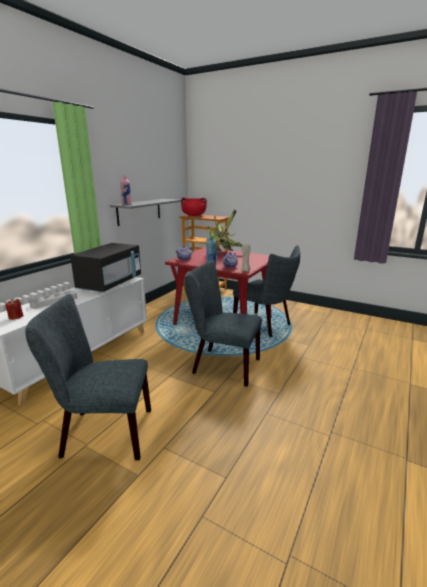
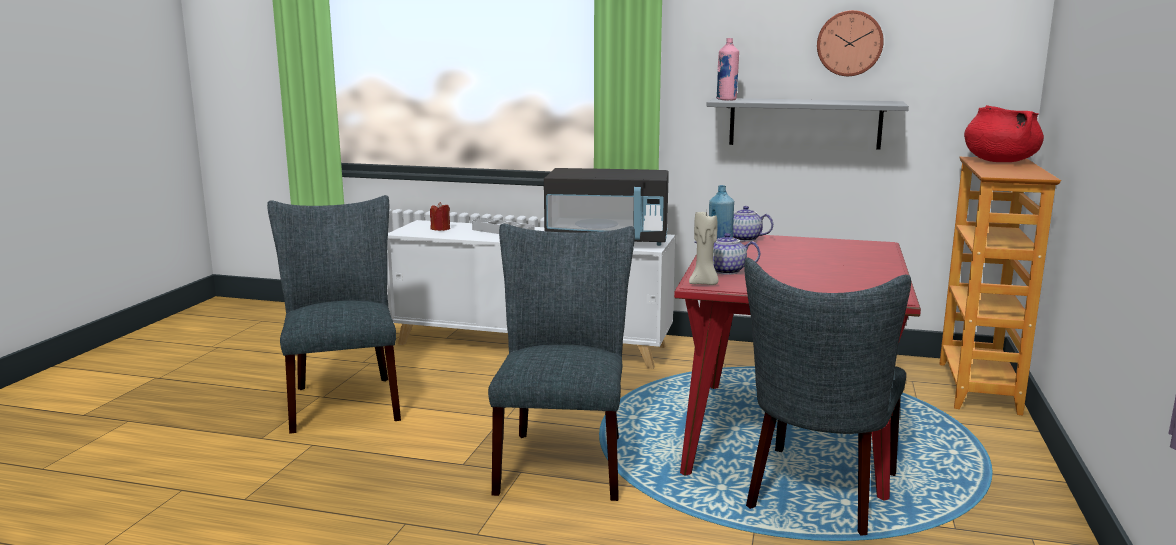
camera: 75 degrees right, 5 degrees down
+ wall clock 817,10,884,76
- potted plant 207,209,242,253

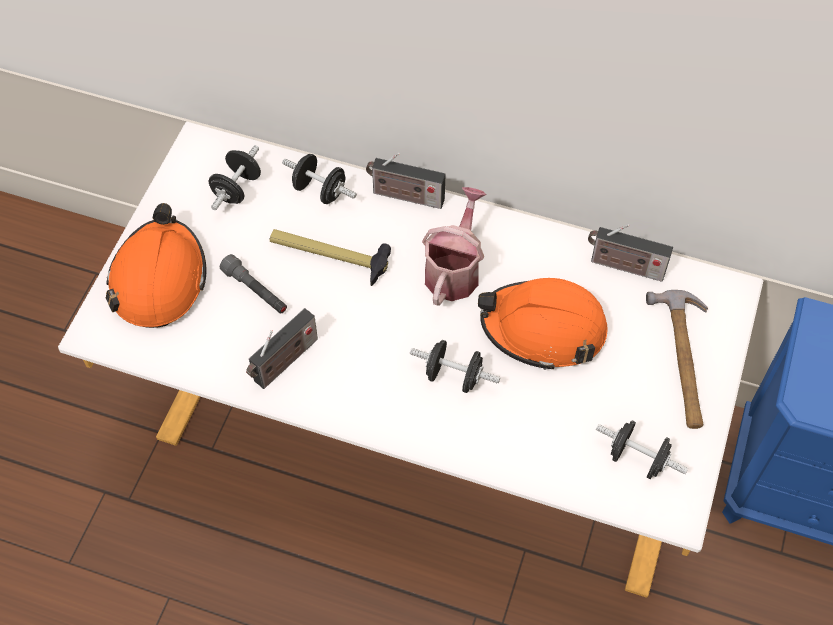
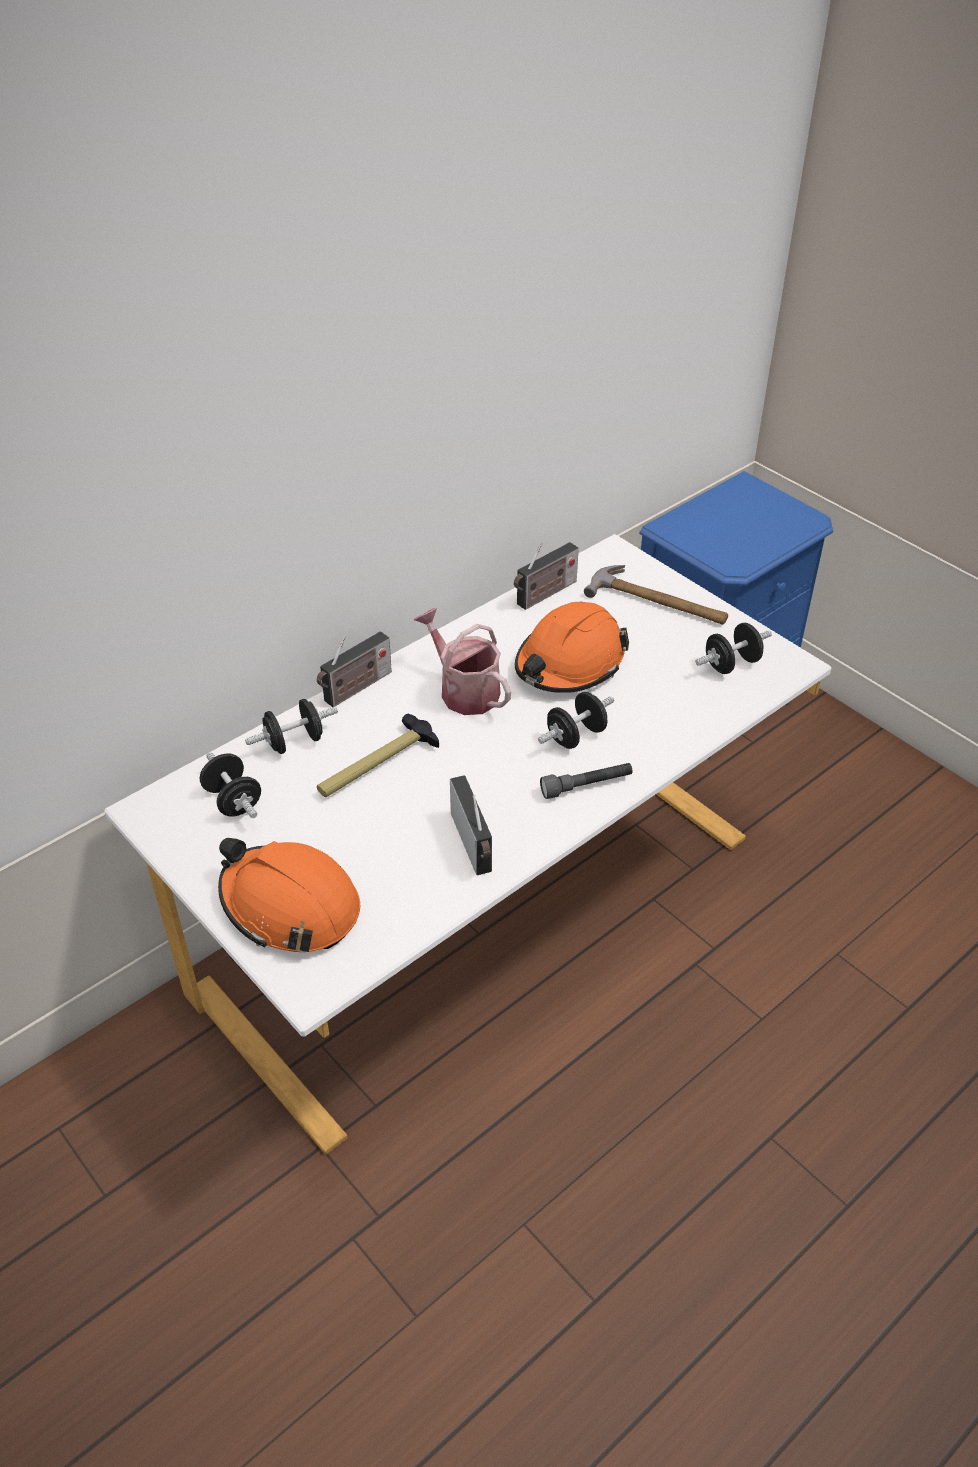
camera: 60 degrees left, 15 degrees down
~ flashlight (grey) 220,254,287,314 to 540,763,633,799

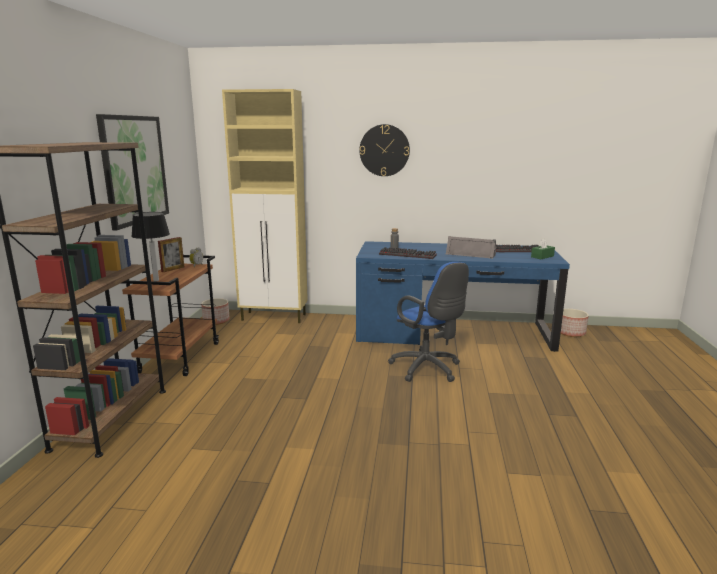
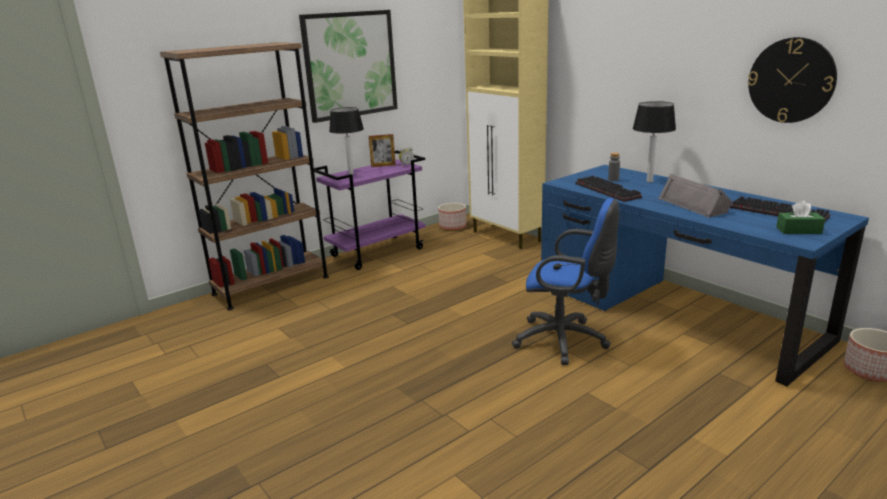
camera: 45 degrees right, 5 degrees up
~ cart (brown) 122,255,219,376 to cart (purple) 314,150,426,270
~ office chair (blue) 388,262,469,382 = 512,198,619,365 75 degrees counterclockwise
+ table lamp 633,101,676,182
~ wall clock 359,124,410,176 to 748,37,837,123

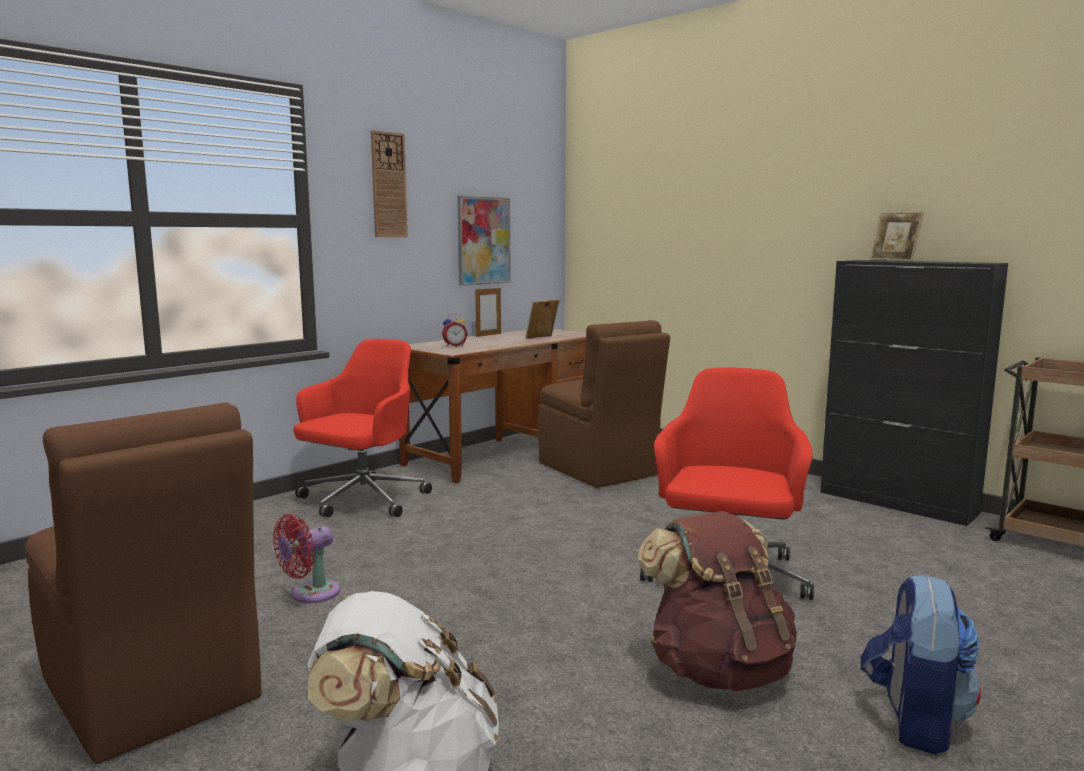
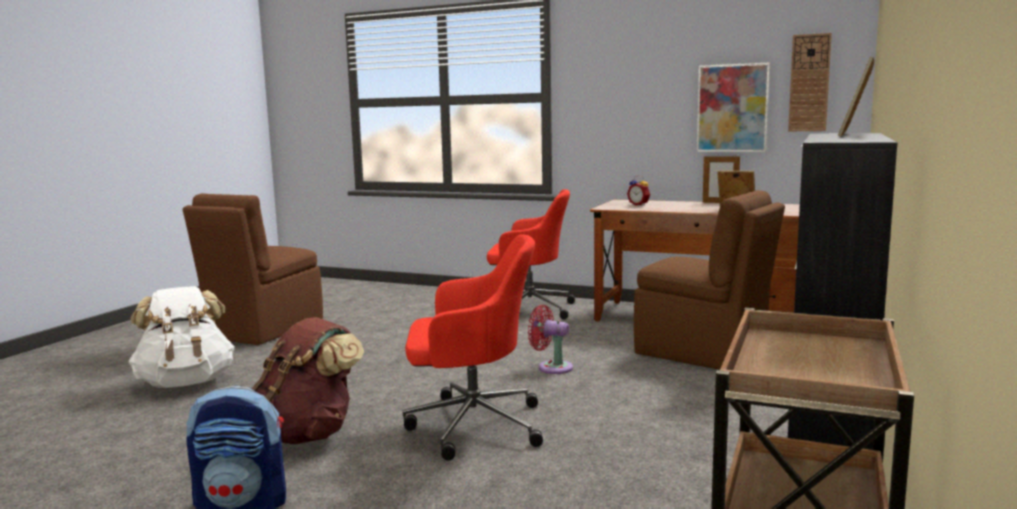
camera: 70 degrees right, 0 degrees up
~ fan (red) 273,514,340,603 to 528,305,573,374
~ chair (brown) 538,320,670,488 = 634,190,785,370 90 degrees counterclockwise
~ wall clock 371,130,408,237 to 788,33,832,131

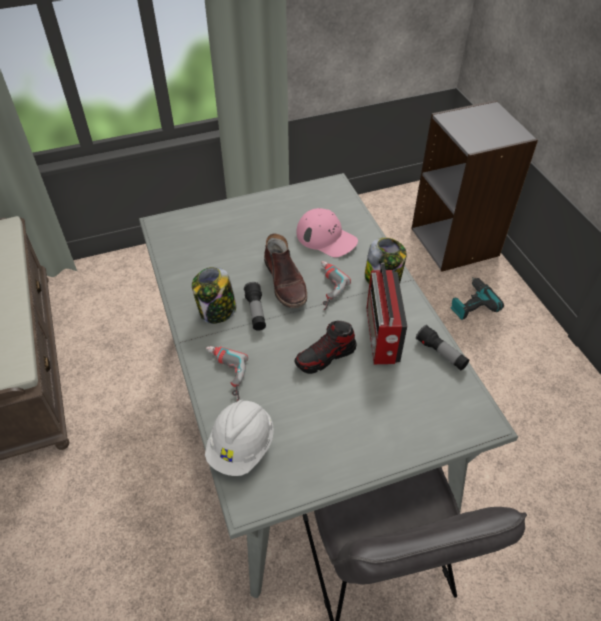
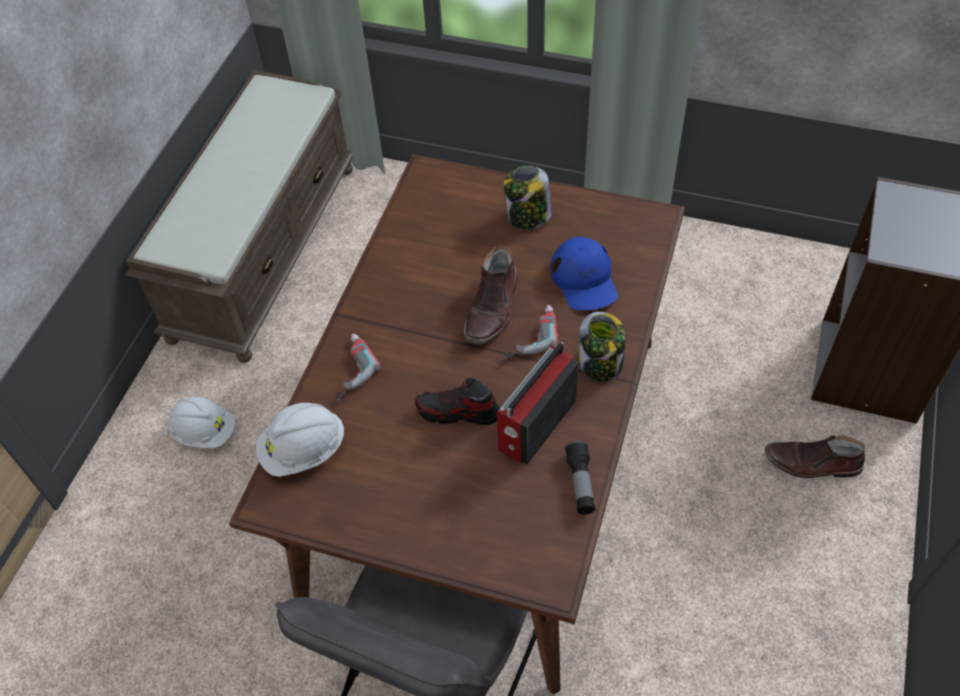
camera: 40 degrees right, 5 degrees up
+ hard hat (white) 168,397,235,448
~ dining table (grey) 139,173,518,598 to dining table (brown) 229,154,685,694
~ jar 192,267,236,324 to 504,165,551,230
~ cap (pink) 297,208,358,257 to cap (blue) 550,237,618,311
~ power drill 451,277,504,320 to boot (brown) 765,435,865,478
- flashlight 244,282,266,331

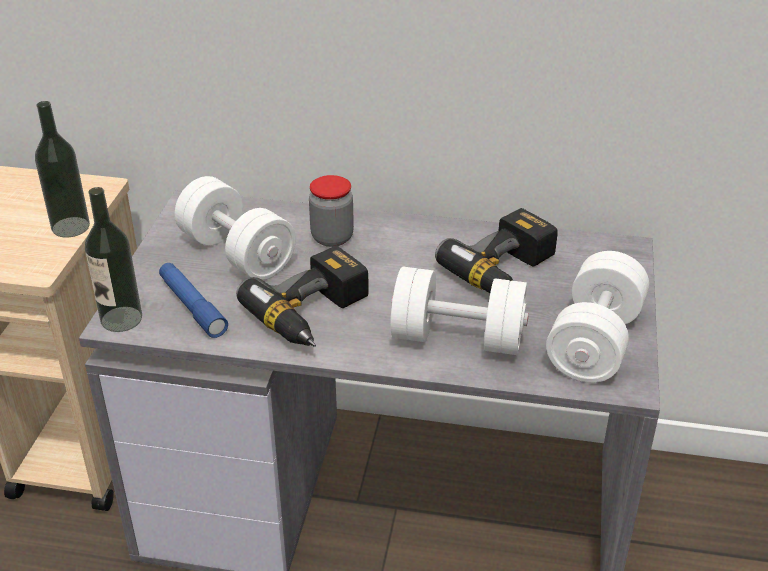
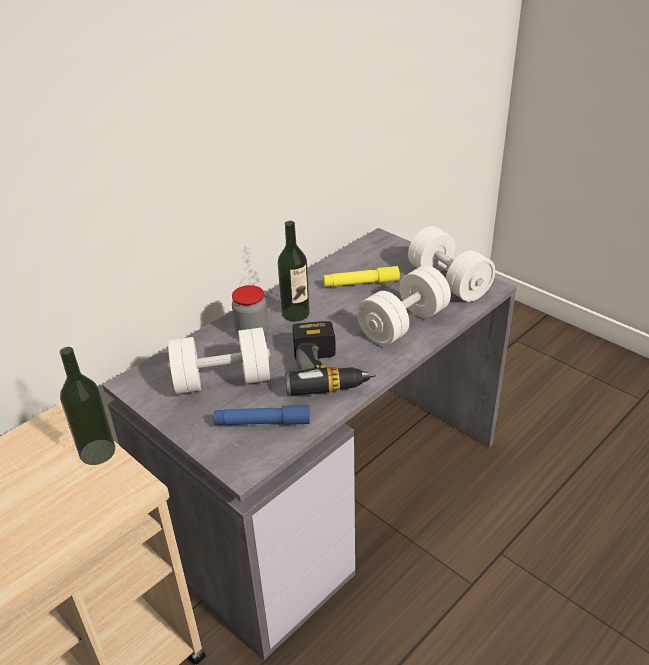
camera: 55 degrees left, 0 degrees up
~ bottle 85,187,142,332 to 278,221,310,322
~ power drill 435,208,558,293 to flashlight (yellow) 323,266,400,287

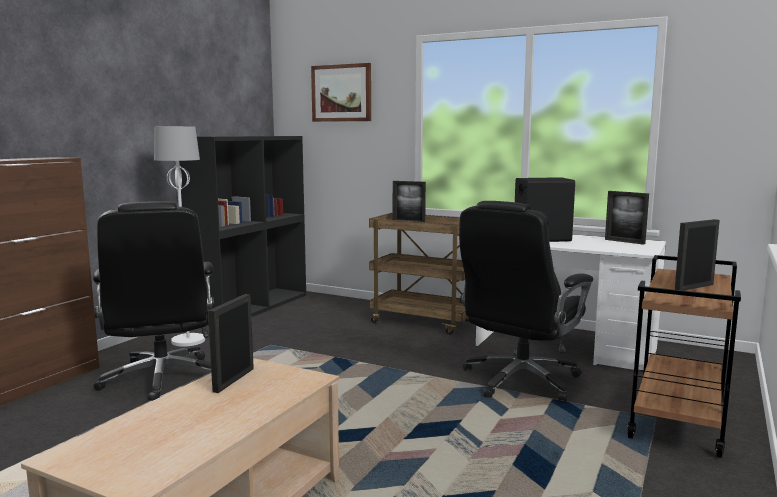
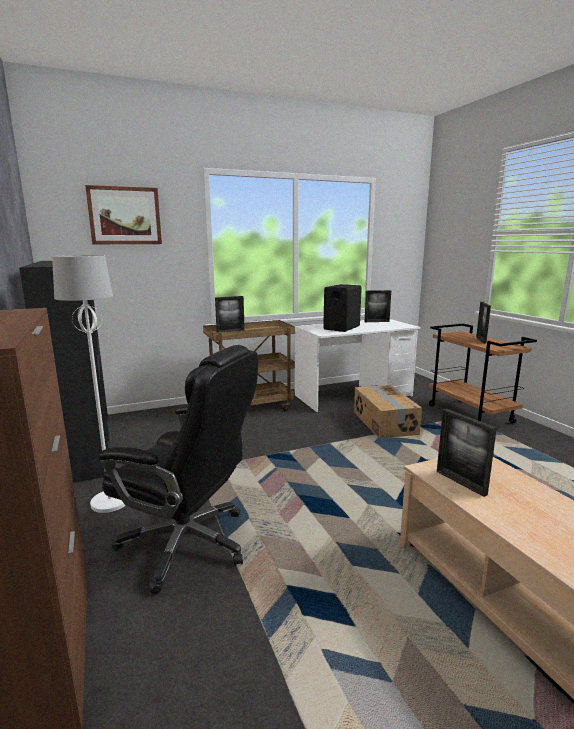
camera: 50 degrees left, 5 degrees up
~ office chair (black) 459,201,593,402 to cardboard box 354,385,422,438

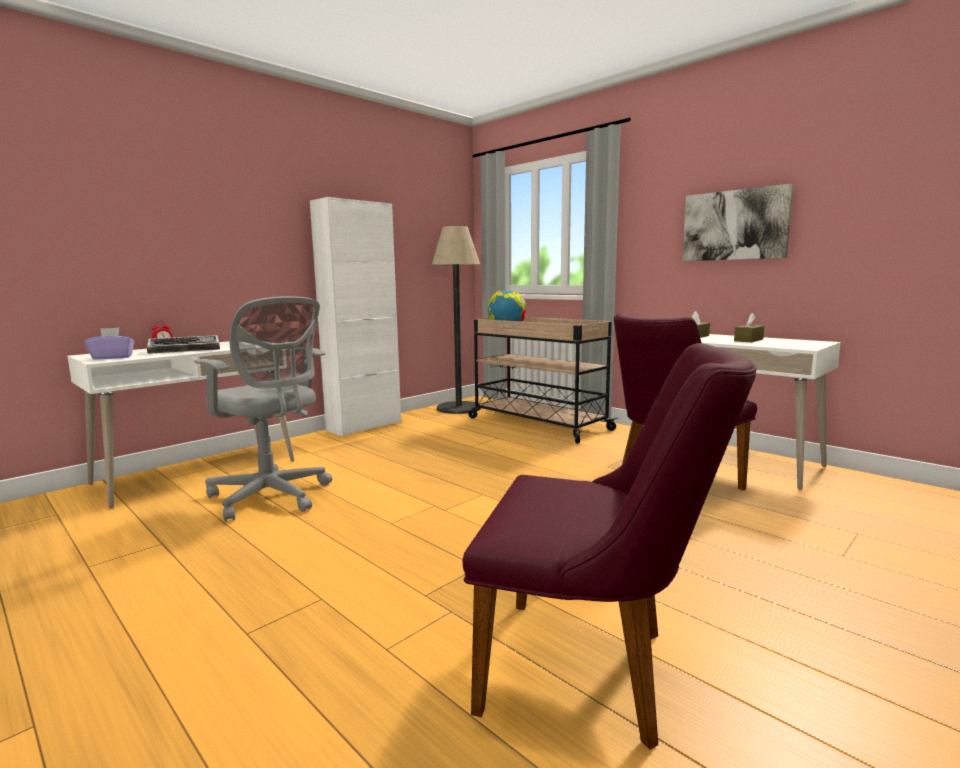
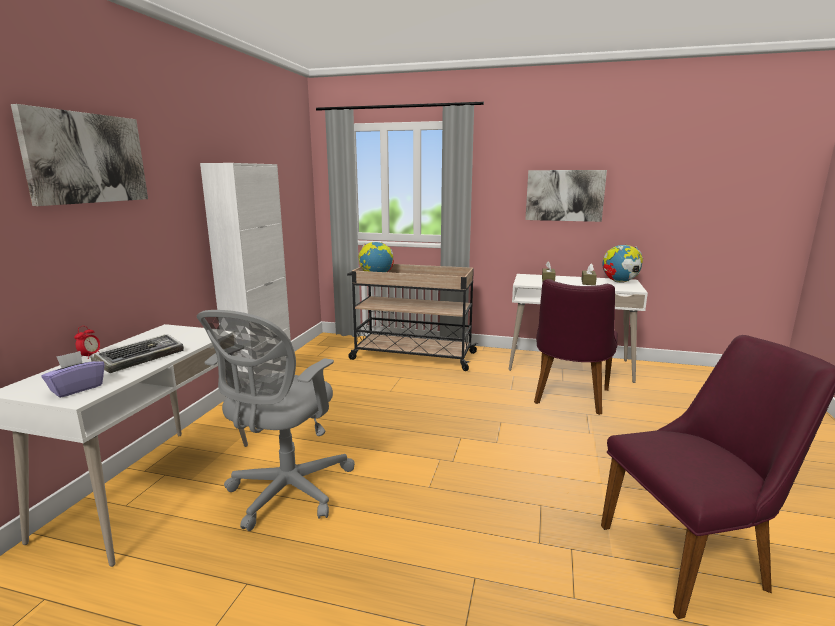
camera: 30 degrees left, 5 degrees up
+ picture 11,104,148,206
~ office chair (grey) 194,296,332,522 = 197,310,355,531 105 degrees clockwise
+ globe 602,245,643,283
- floor lamp 432,226,481,414

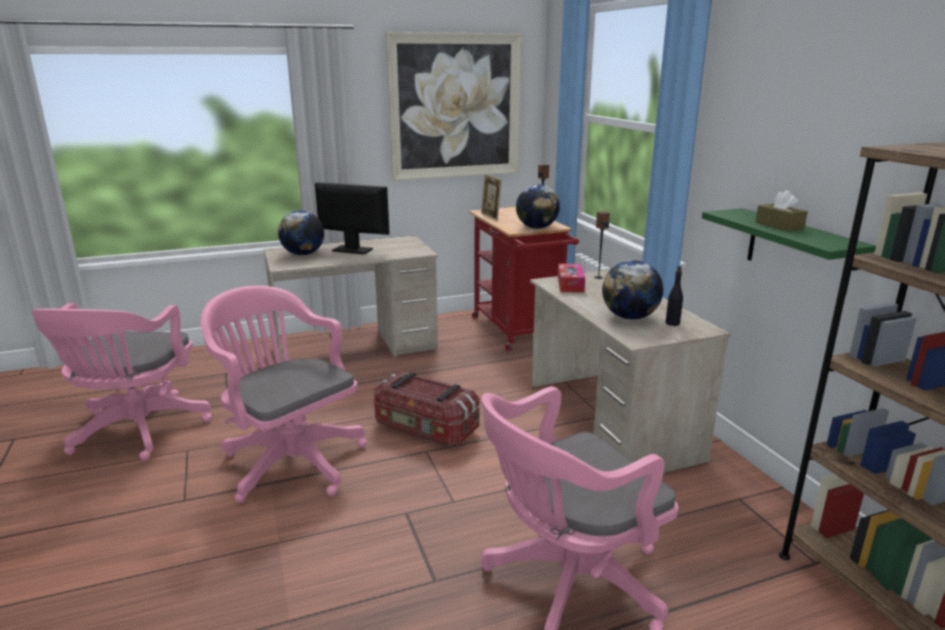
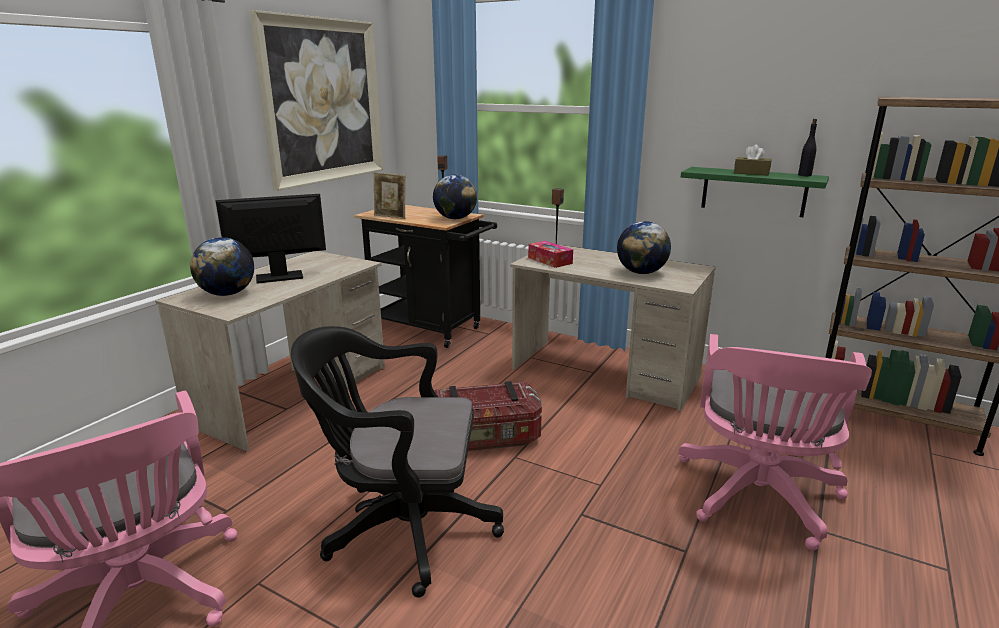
camera: 40 degrees left, 0 degrees up
~ office chair (pink) 201,286,367,503 to office chair (black) 291,326,504,598
~ cart (red) 469,207,579,351 to cart (black) 354,205,497,348
~ bottle (black) 666,266,683,326 to 798,119,817,176

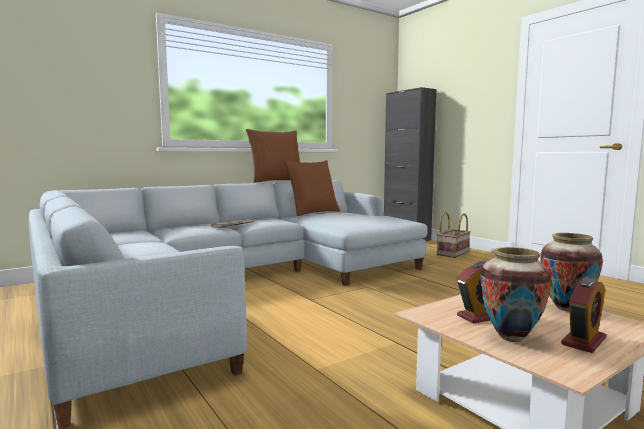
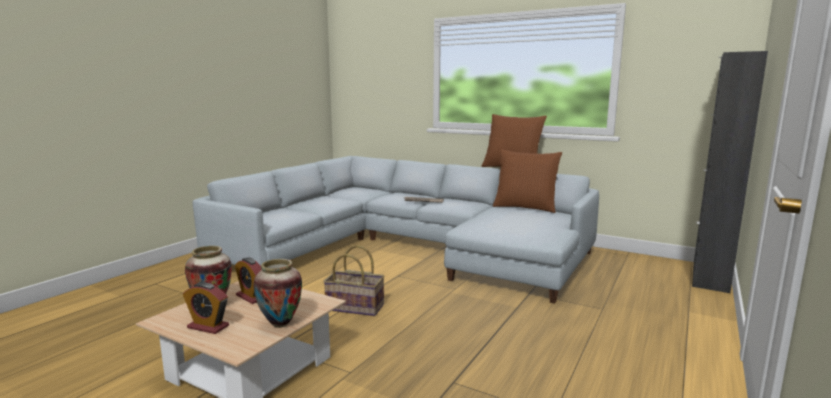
camera: 65 degrees right, 5 degrees up
~ basket 437,212,471,258 to 323,245,384,316

